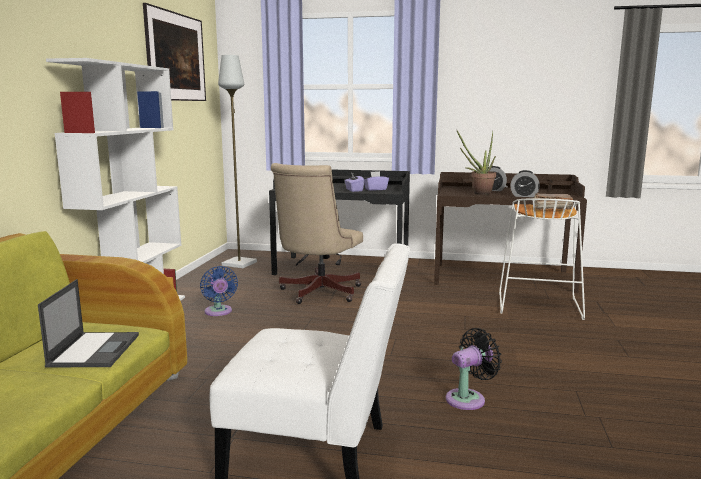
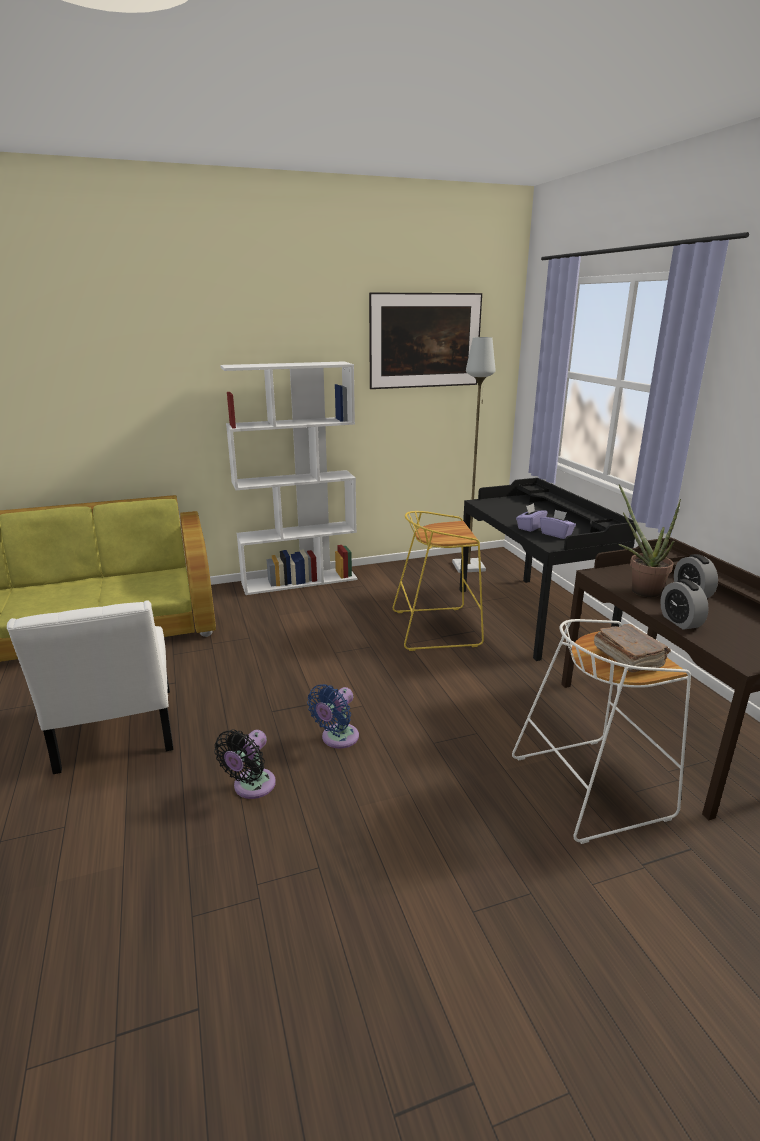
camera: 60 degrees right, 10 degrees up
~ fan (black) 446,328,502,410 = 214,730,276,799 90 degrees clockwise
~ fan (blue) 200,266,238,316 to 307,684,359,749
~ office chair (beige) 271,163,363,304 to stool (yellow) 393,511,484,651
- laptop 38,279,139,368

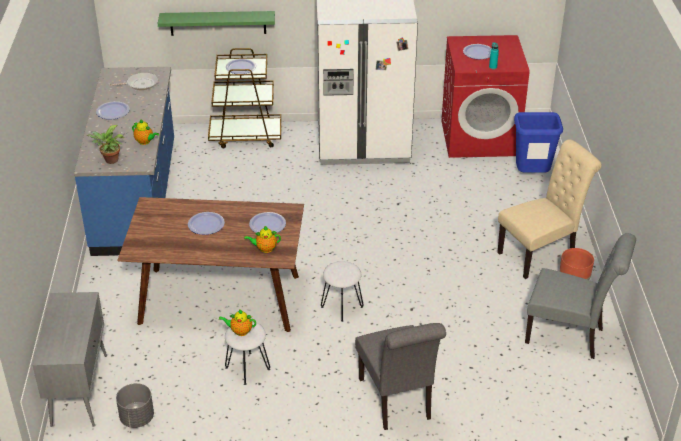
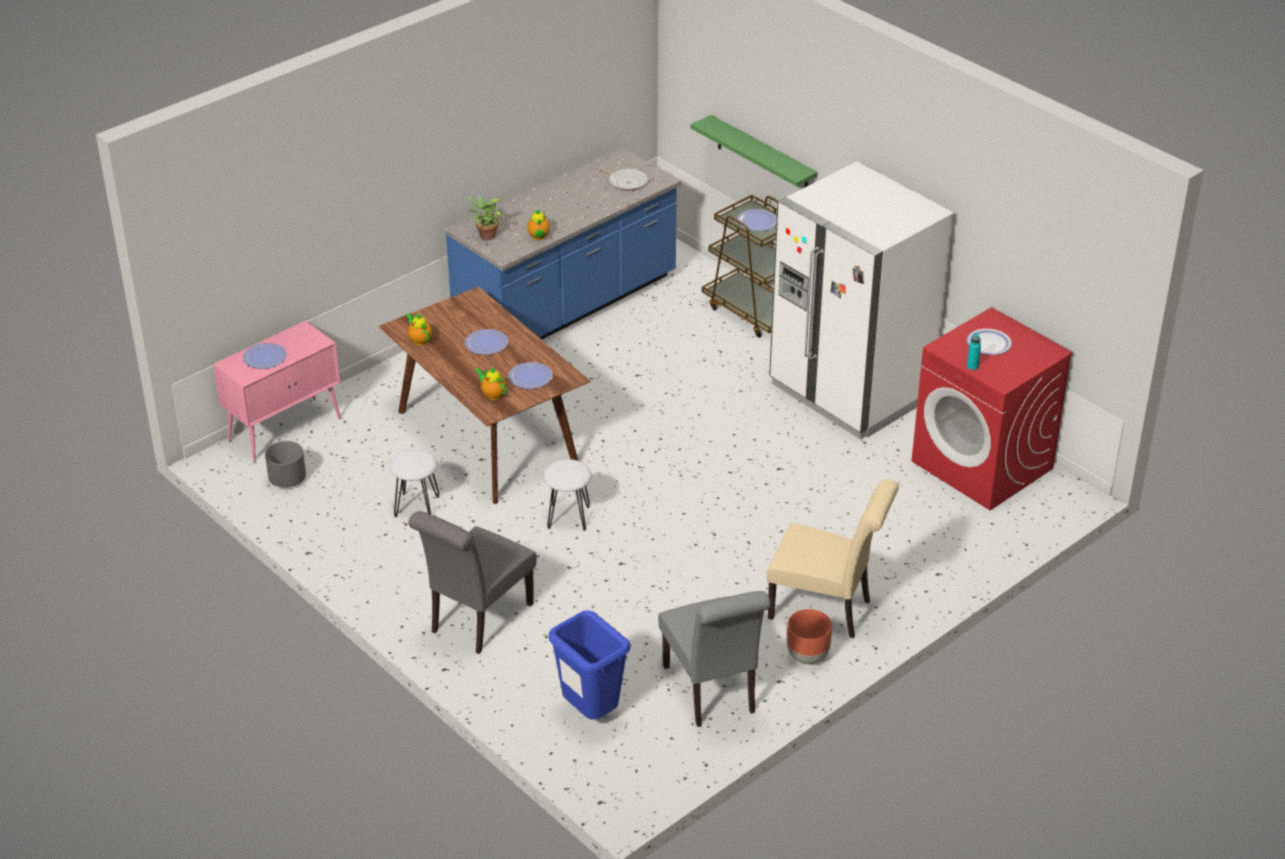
camera: 50 degrees right, 0 degrees up
~ cabinet (grey) 32,292,107,427 to cabinet (pink) 213,321,341,463
~ plate 96,101,130,119 to 243,343,287,369
~ teapot 219,310,256,336 to 405,313,432,345
~ trash can (blue) 514,112,563,173 to 549,610,630,720

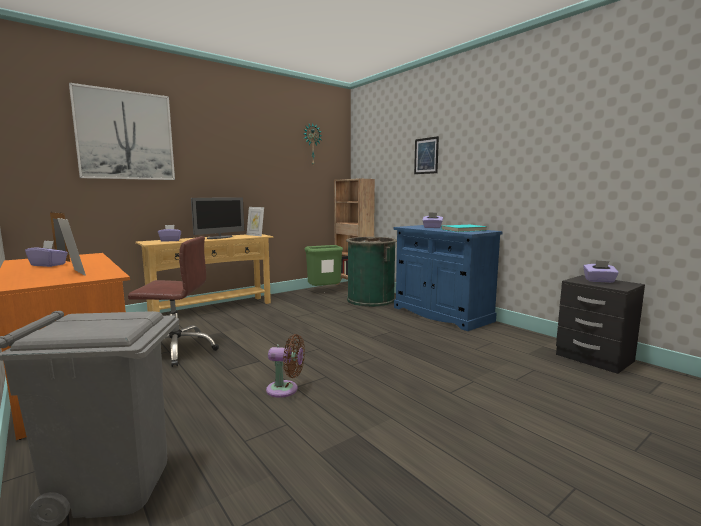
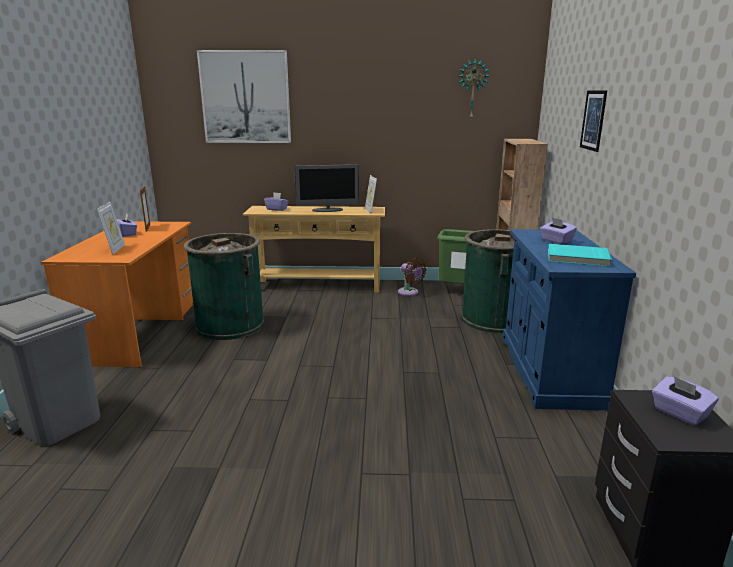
camera: 40 degrees right, 10 degrees up
~ office chair (brown) 128,236,219,367 to trash can (green) 184,233,264,340
~ fan (brown) 266,334,305,398 to 398,257,427,296

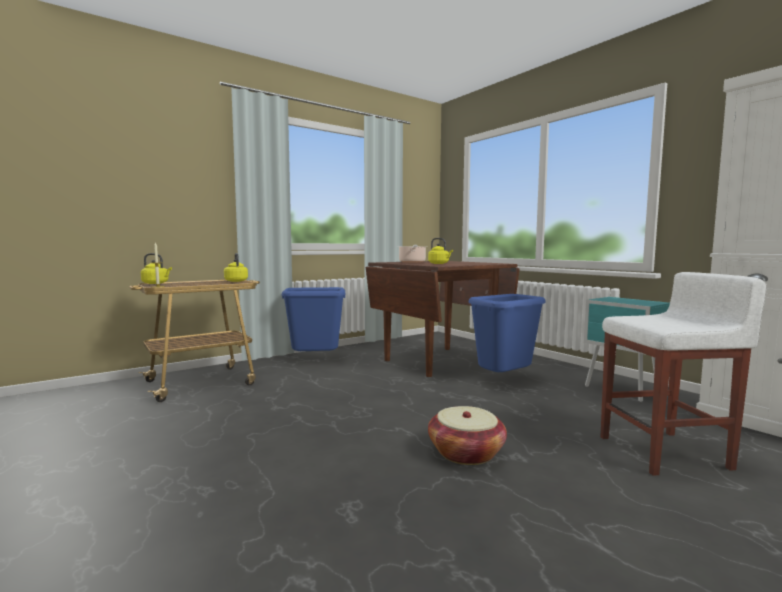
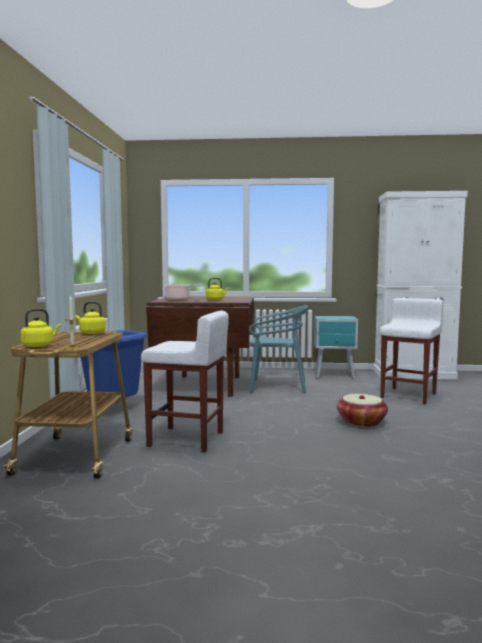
camera: 50 degrees left, 0 degrees up
+ stool (white) 141,311,229,453
~ trash can (blue) 469,294,545,372 to chair (turquoise) 249,305,308,393

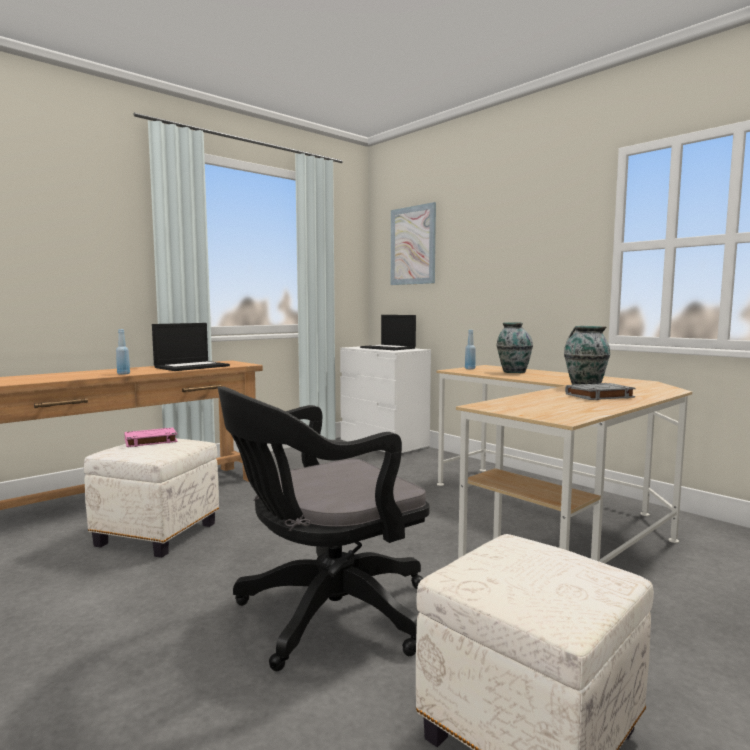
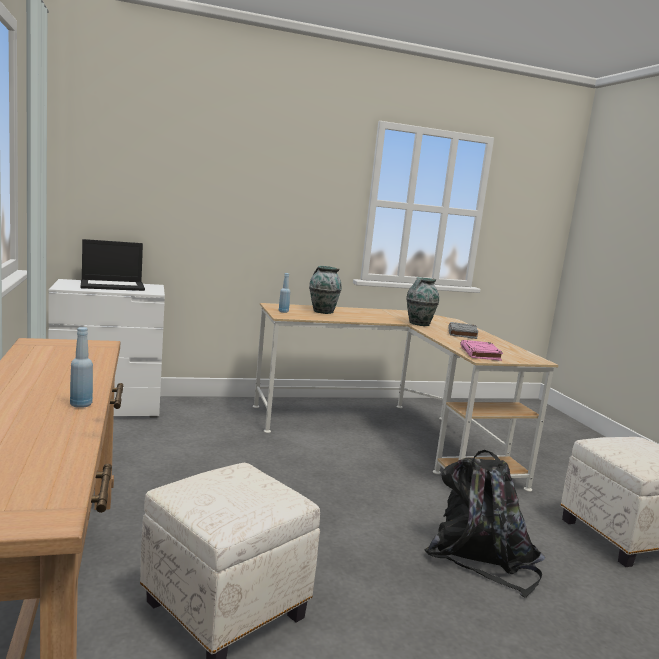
camera: 65 degrees left, 5 degrees up
~ office chair (black) 218,387,430,671 to backpack (black) 424,450,545,598
~ book (pink) 124,428,178,447 to 460,340,503,361
- laptop 152,323,230,371
- picture 391,202,436,285

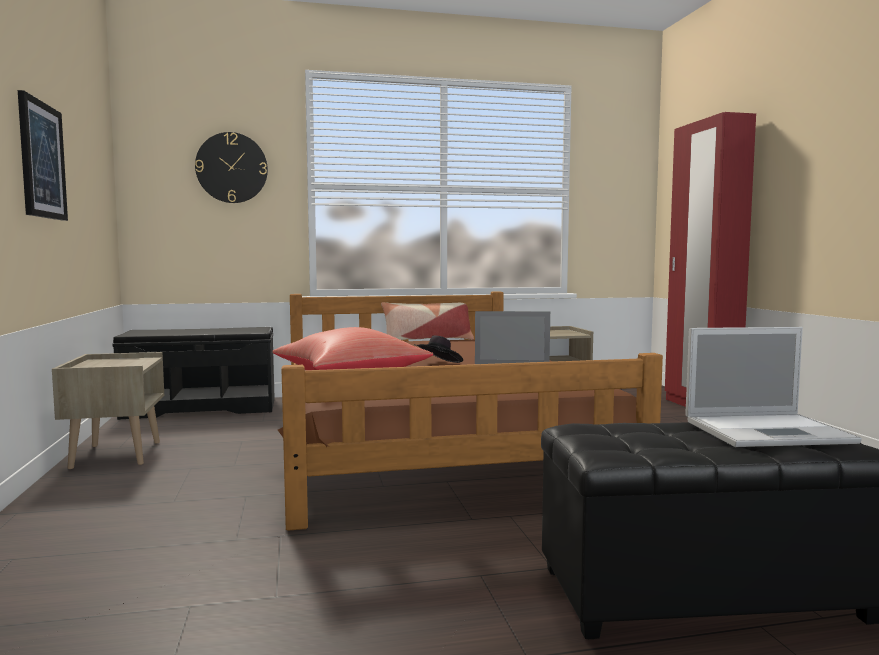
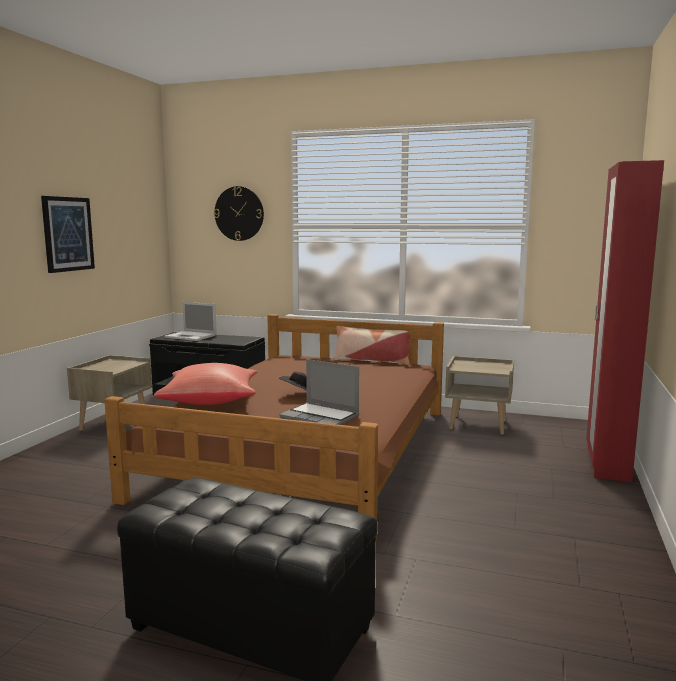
camera: 30 degrees right, 5 degrees up
~ laptop 685,327,862,447 to 164,302,217,341

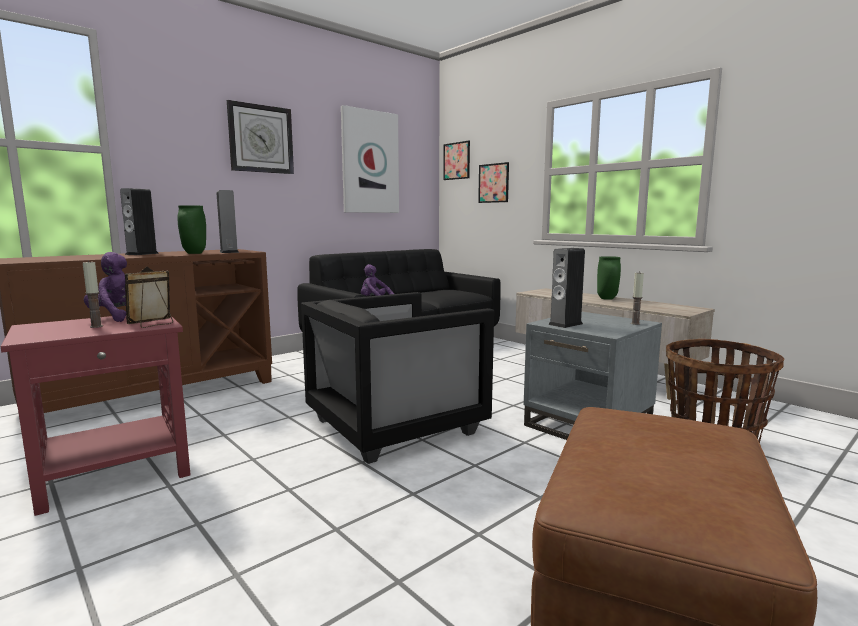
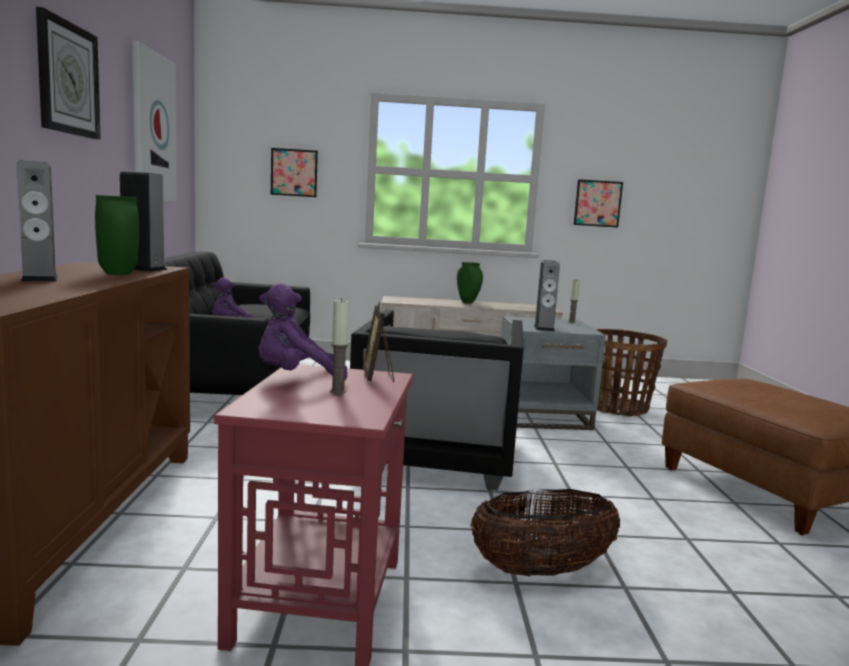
camera: 50 degrees left, 0 degrees up
+ basket 470,489,620,577
~ picture 443,141,470,180 to 573,179,623,227

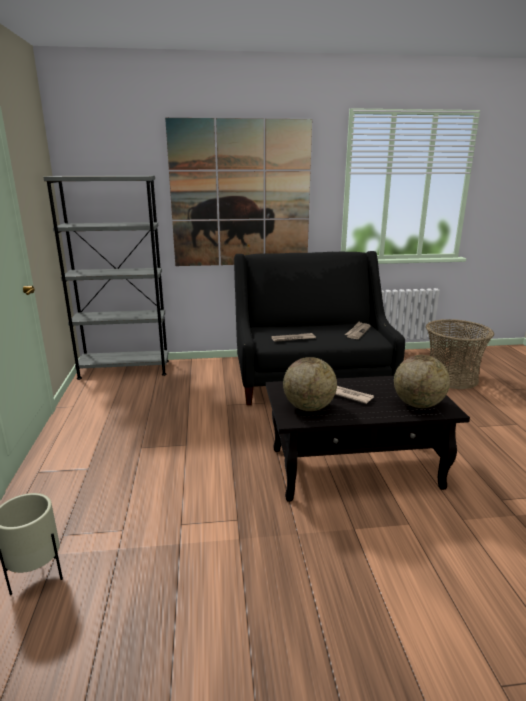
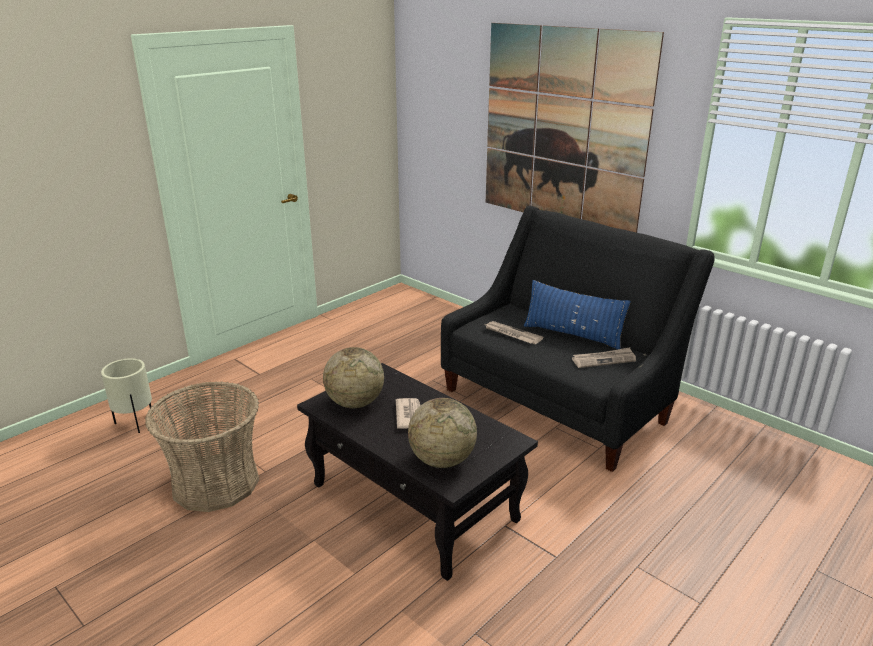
camera: 50 degrees right, 5 degrees up
~ basket 426,319,494,389 to 145,381,259,512
+ pillow (blue) 524,280,631,349
- bookcase (grey) 43,175,169,380

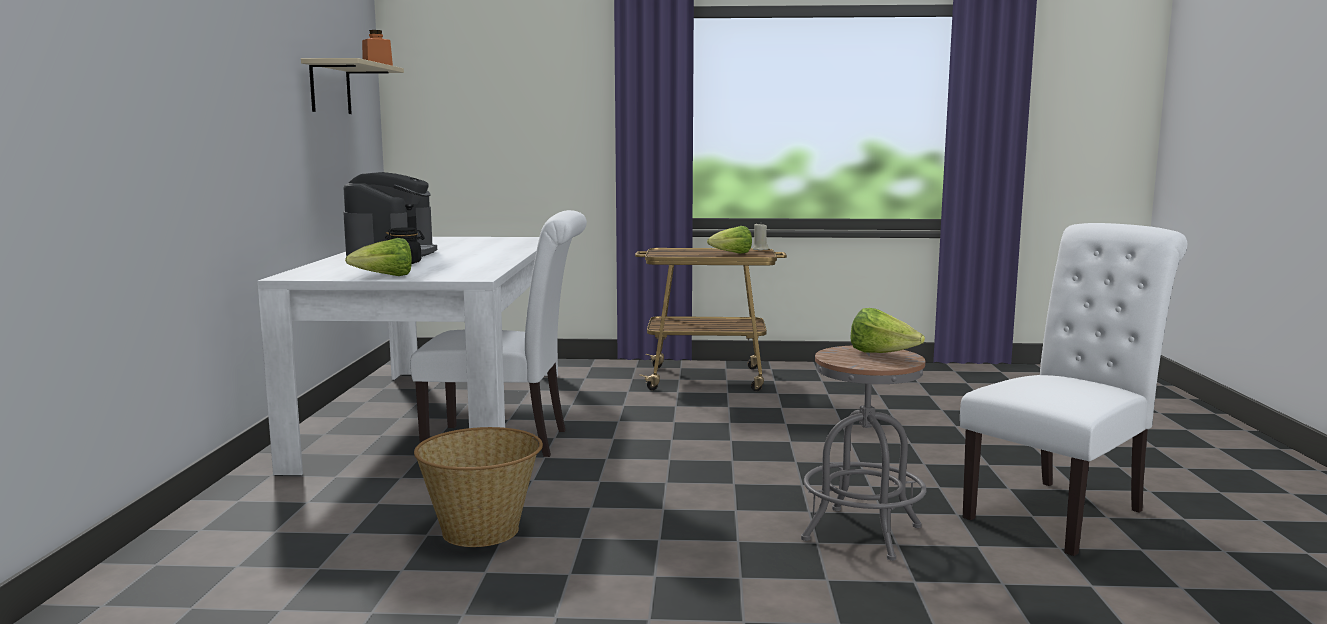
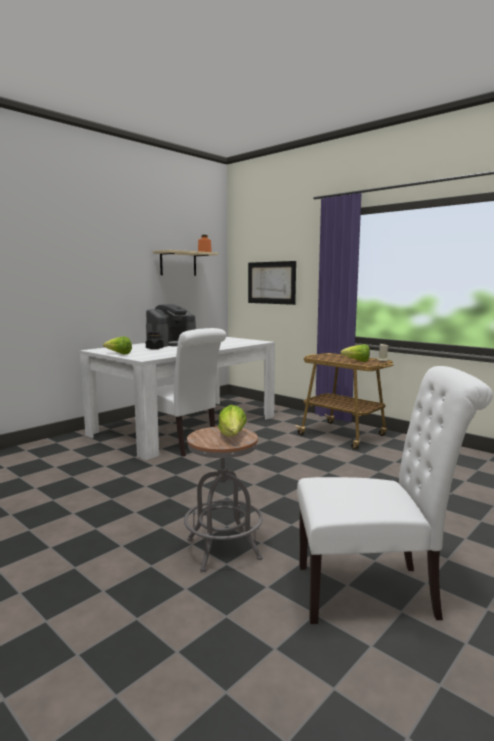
camera: 40 degrees right, 0 degrees up
+ picture 248,261,296,305
- basket 414,427,543,547

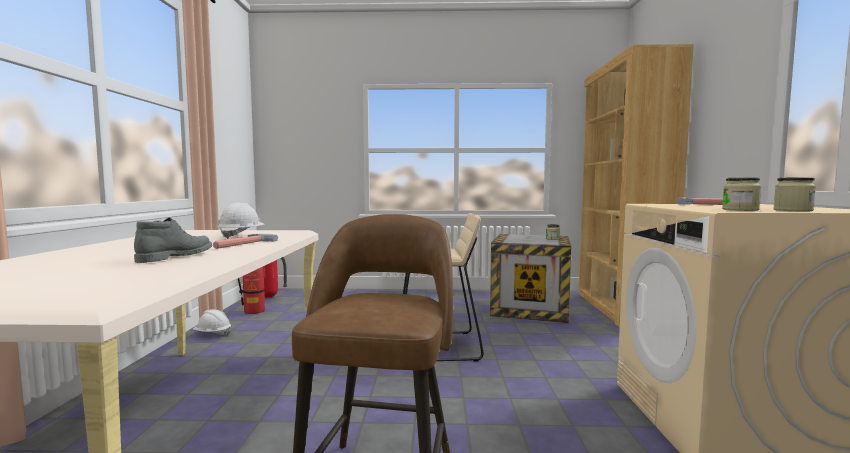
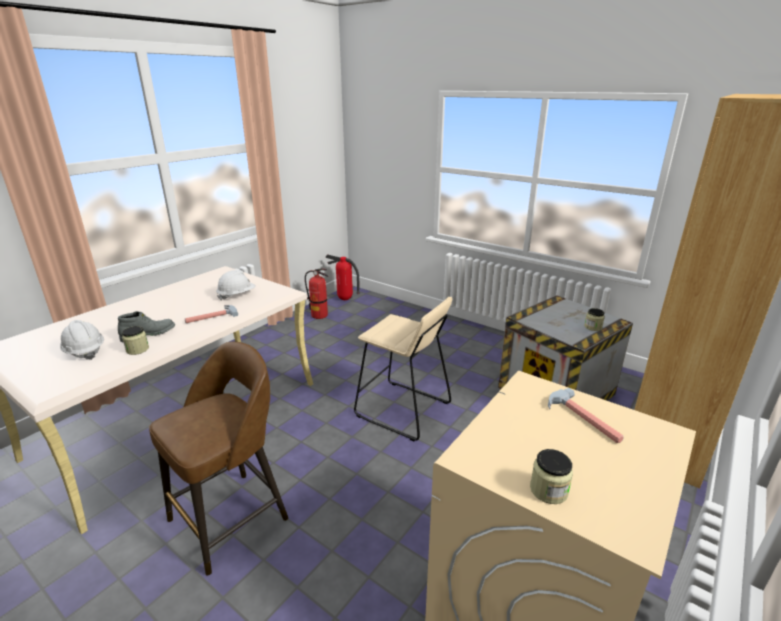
camera: 35 degrees right, 20 degrees up
~ hard hat (white) 193,309,231,335 to 60,320,104,360
~ jar 722,178,761,211 to 122,326,149,355

